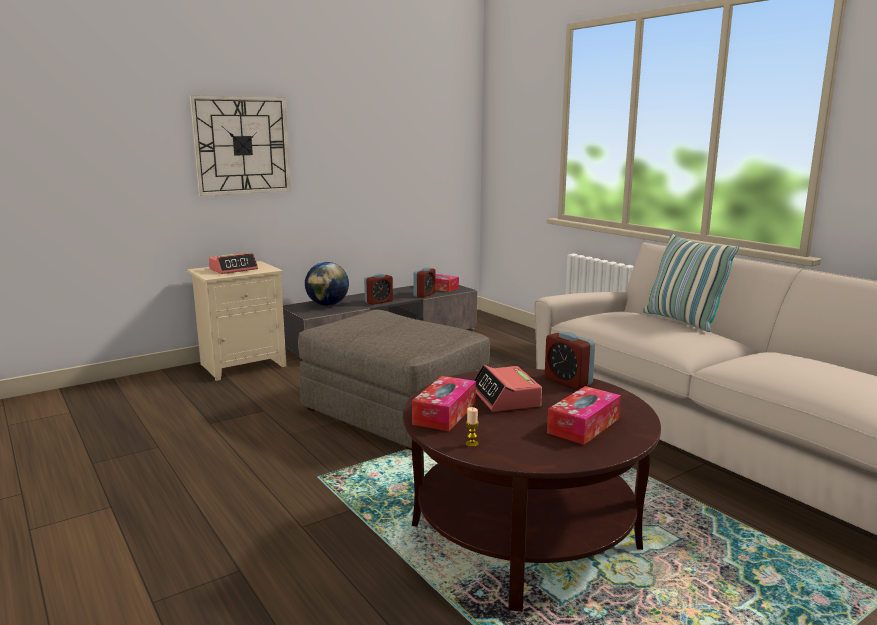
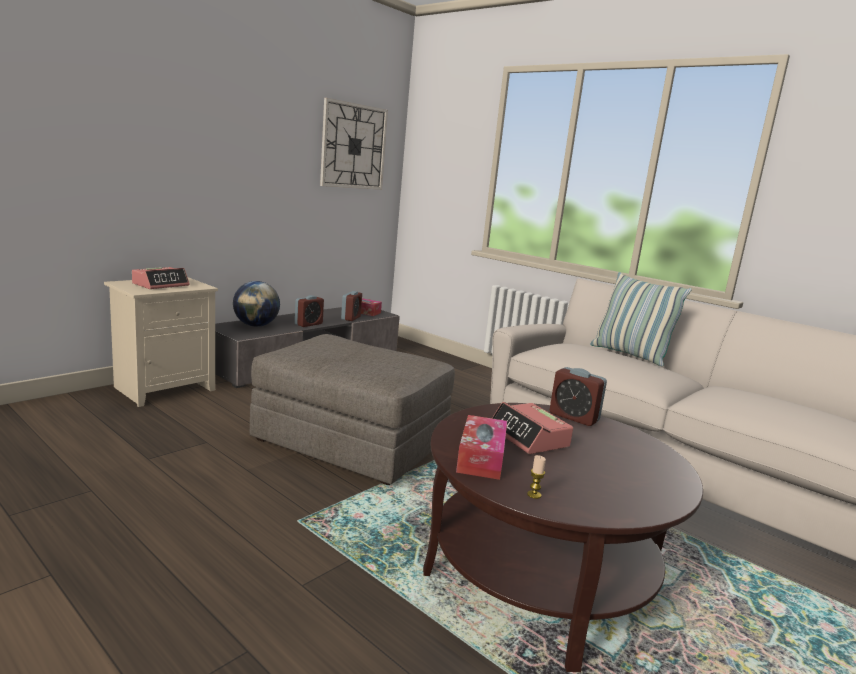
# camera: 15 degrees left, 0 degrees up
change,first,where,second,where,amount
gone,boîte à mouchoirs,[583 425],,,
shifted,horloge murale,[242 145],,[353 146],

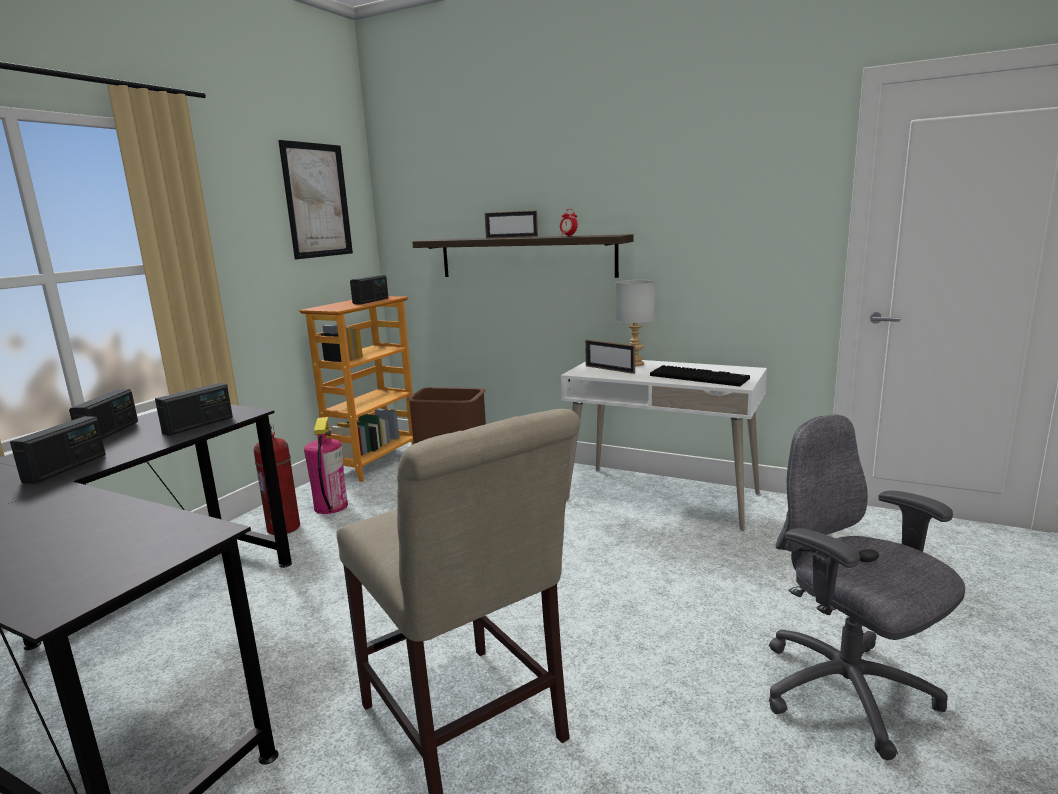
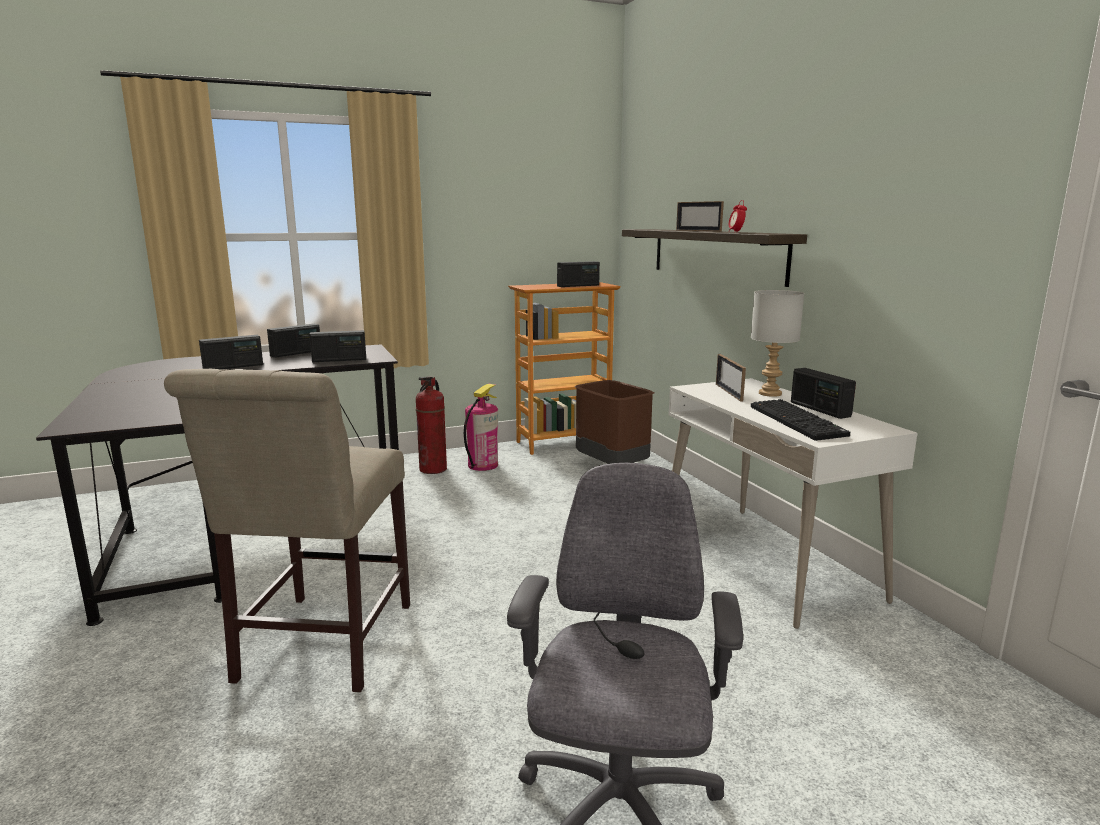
# camera: 40 degrees right, 0 degrees up
change,first,where,second,where,amount
gone,tableau,[317 200],,,
new,,,radio,[819 409],

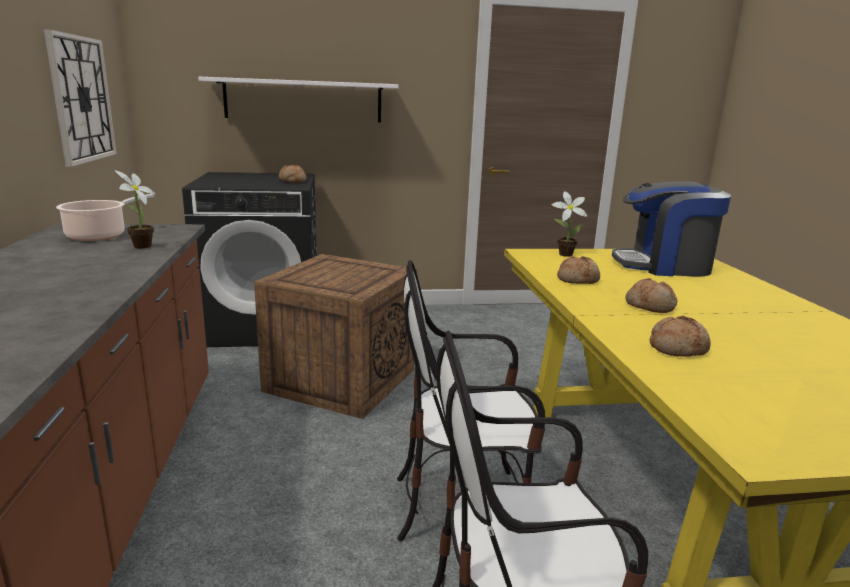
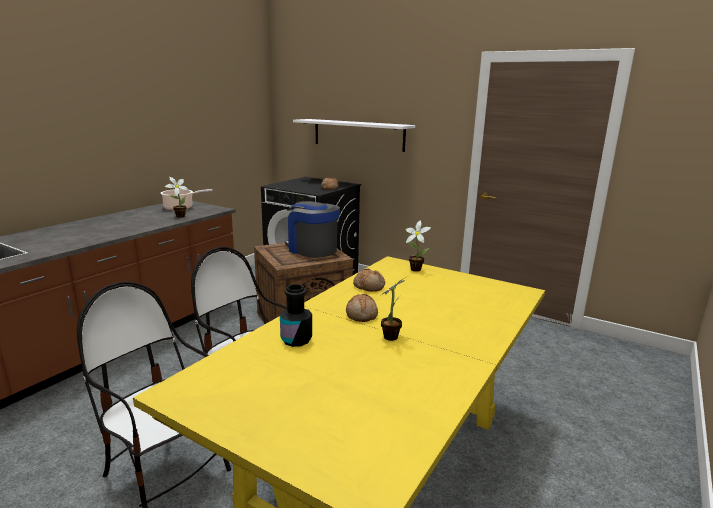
# camera: 40 degrees right, 0 degrees up
change,first,where,second,where,amount
gone,horloge murale,[81 99],,,
new,,,plante en pot,[392 336],
shifted,machine à café,[664 266],,[312 249],
swapped,pain,[677 348],bouteille (noir),[296 340],

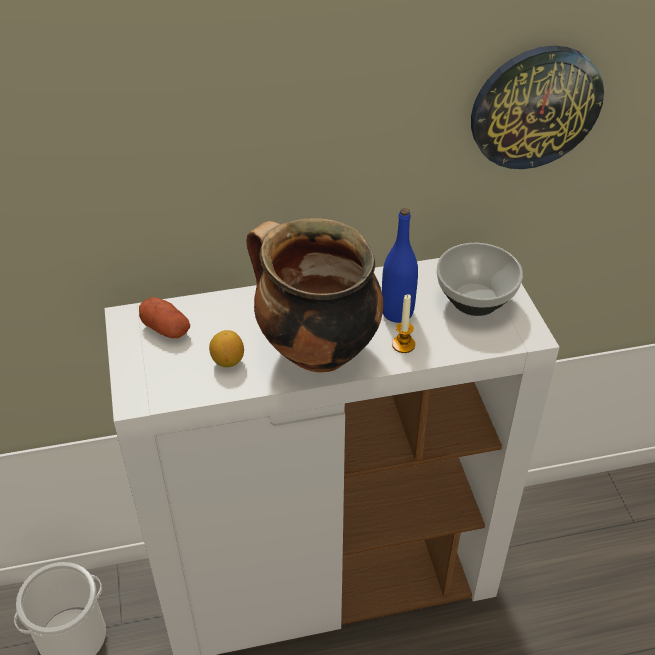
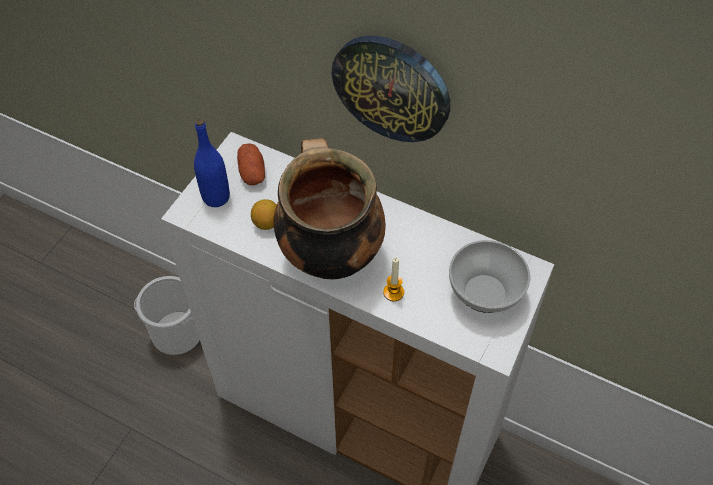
# camera: 40 degrees right, 10 degrees up
change,first,where,second,where,amount
shifted,bouteille (bleu),[397 312],,[216 197],
shifted,horloge murale,[535 107],,[392 88],

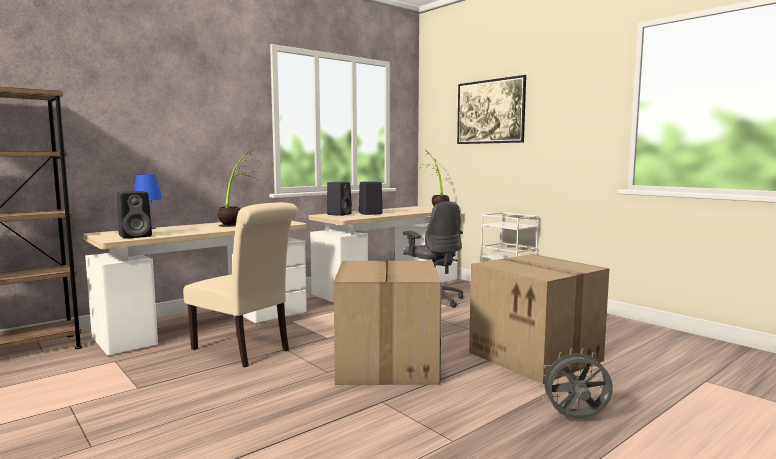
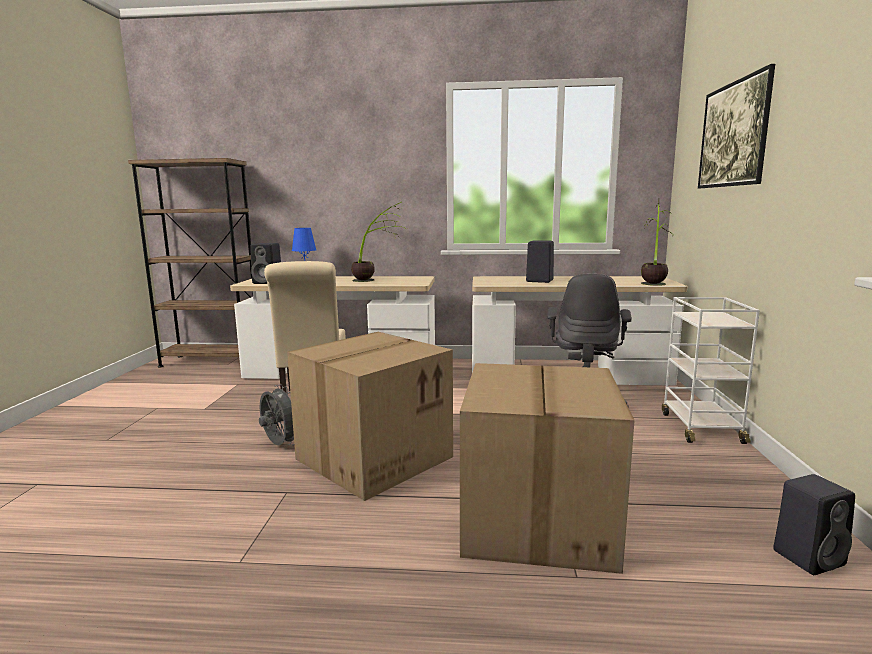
# camera: 45 degrees right, 5 degrees up
change,first,where,second,where,amount
shifted,enceinte (noir),[339 214],,[809 557],
shifted,ventilateur (gris),[576 419],,[279 445],

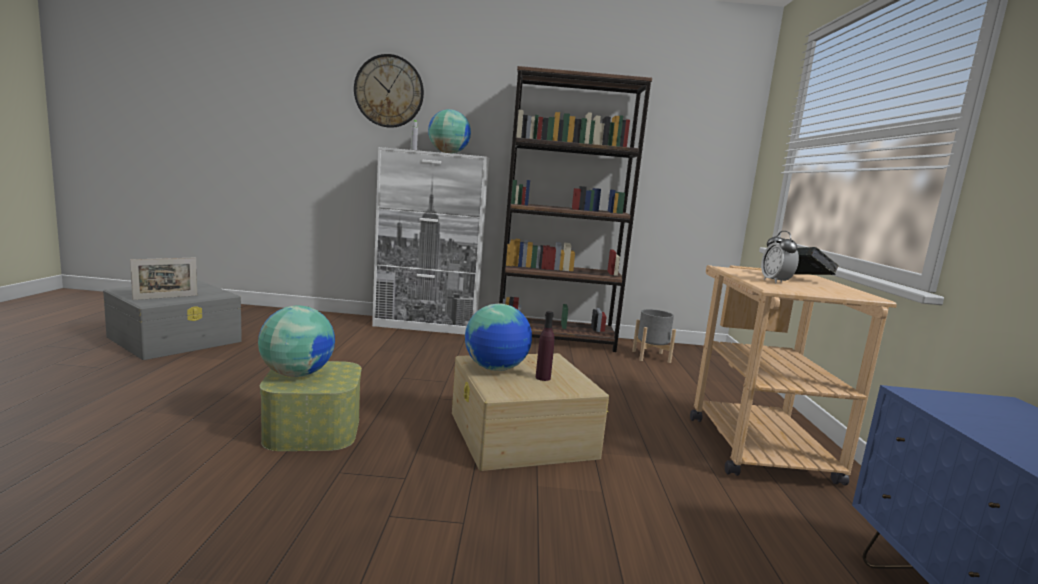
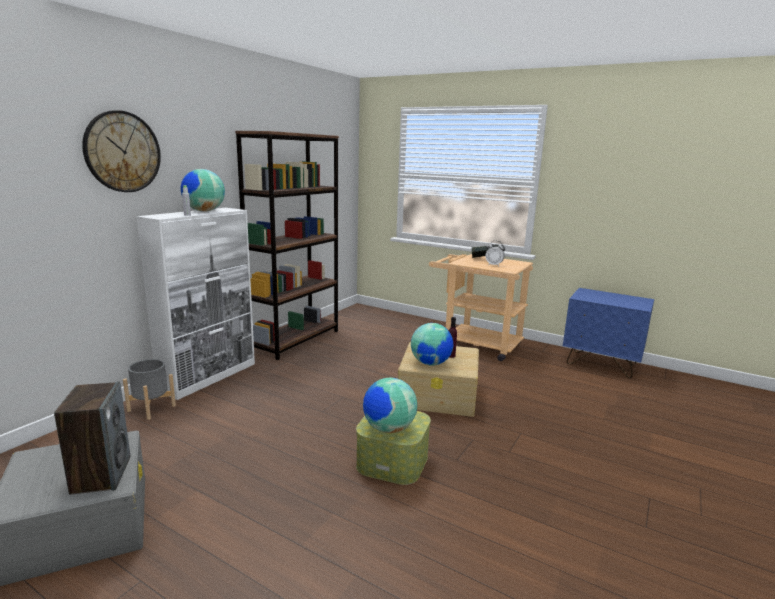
# camera: 60 degrees left, 5 degrees up
change,first,where,second,where,amount
shifted,cache-pot (gris),[651 357],,[151 408],
swapped,cadre photo,[166 297],enceinte,[101 475],

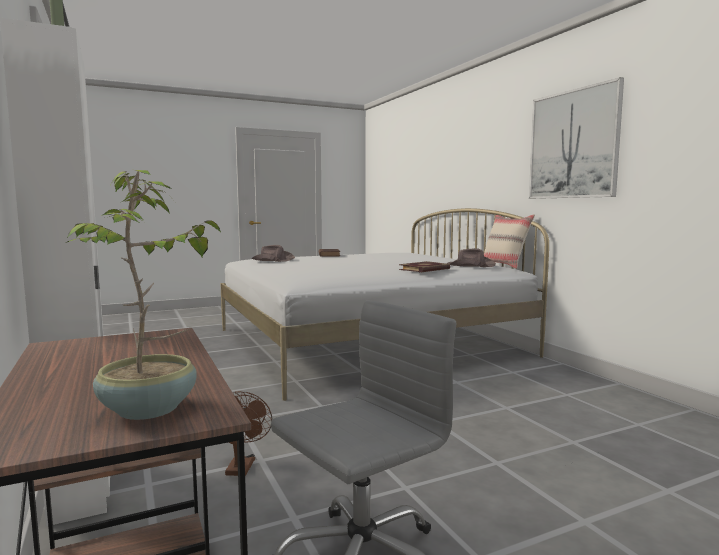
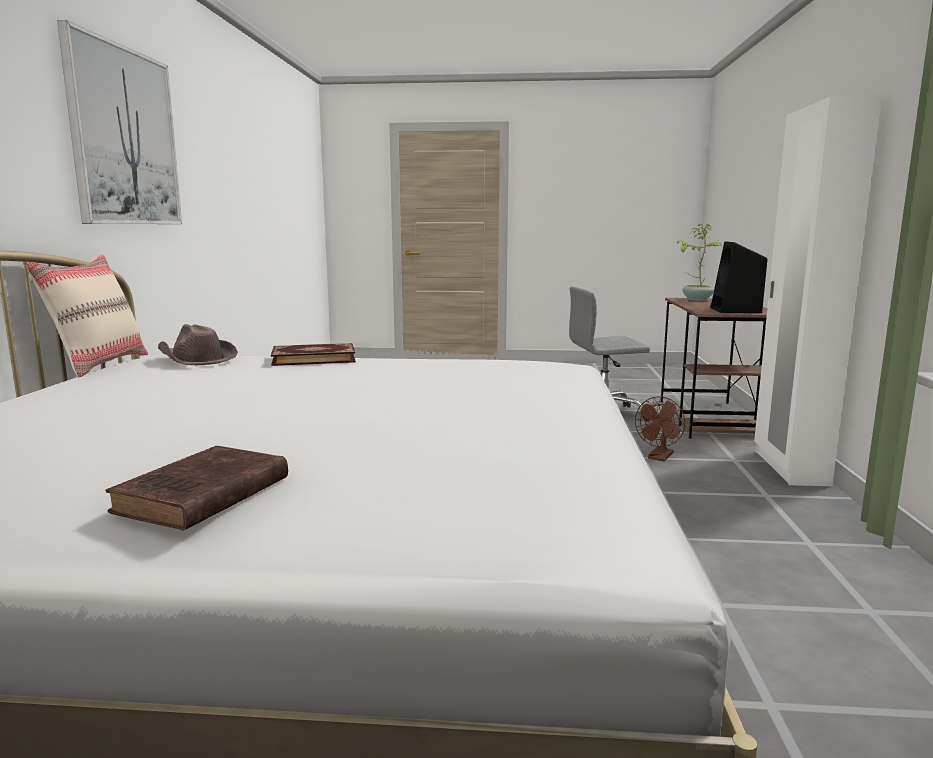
# camera: 150 degrees left, 5 degrees up
change,first,where,second,where,amount
gone,chapeau (marron),[273 260],,,
new,,,enceinte (noir),[736 310],

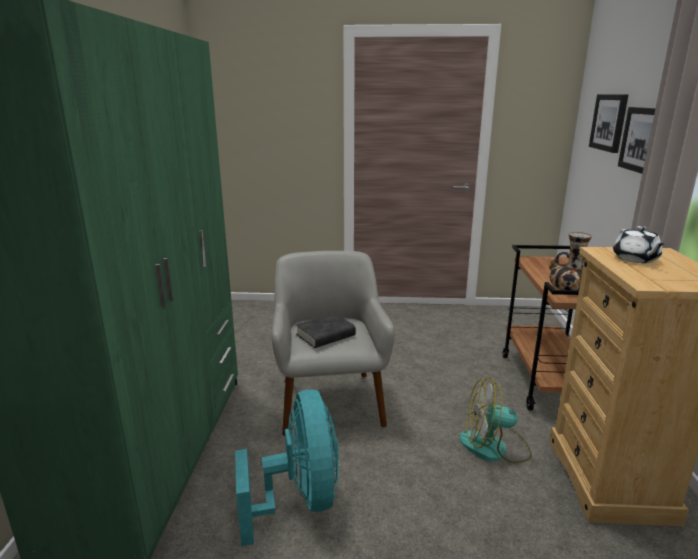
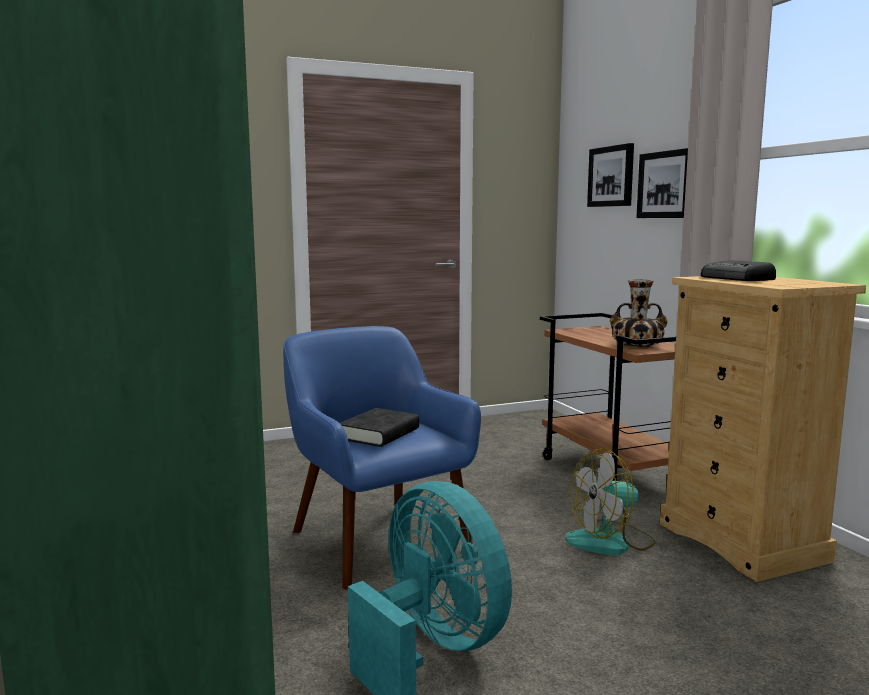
# camera: 25 degrees left, 10 degrees down
change,first,where,second,where,amount
swapped,théière (blanc),[635 259],radio,[737 279],
repainted,fauteuil (gris),[330 401],fauteuil (bleu),[377 540],

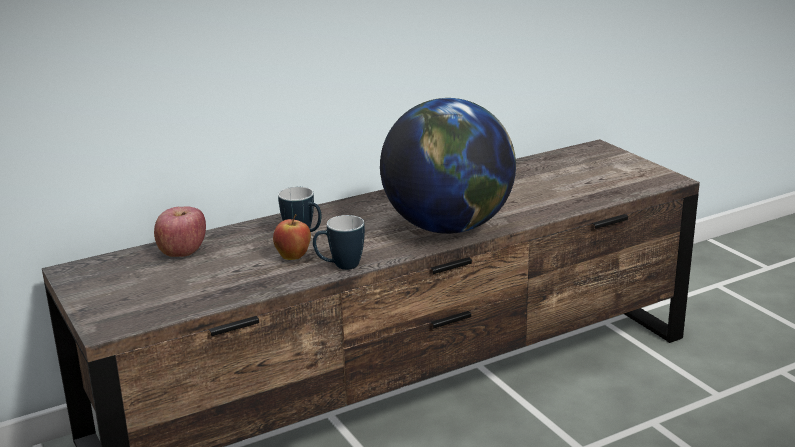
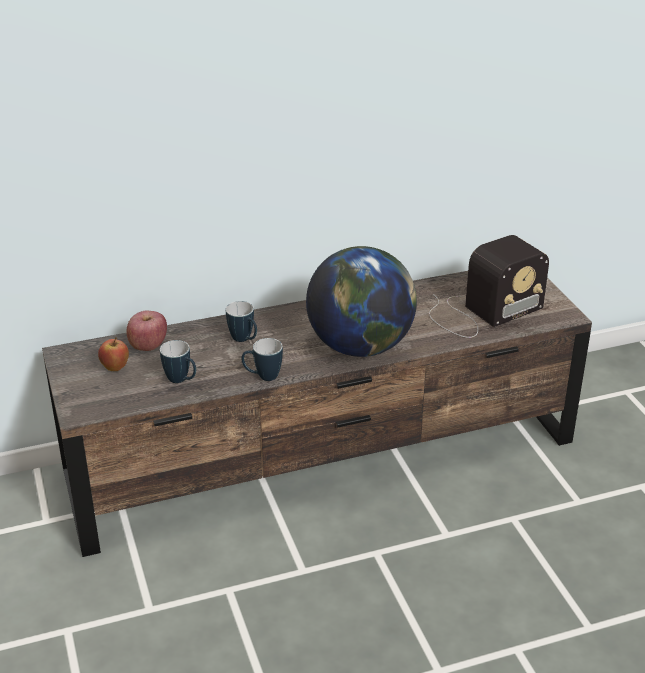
# camera: 10 degrees right, 10 degrees up
change,first,where,second,where,amount
new,,,mug,[181 380],
new,,,radio,[481 312],
shifted,pomme,[293 257],,[115 368],

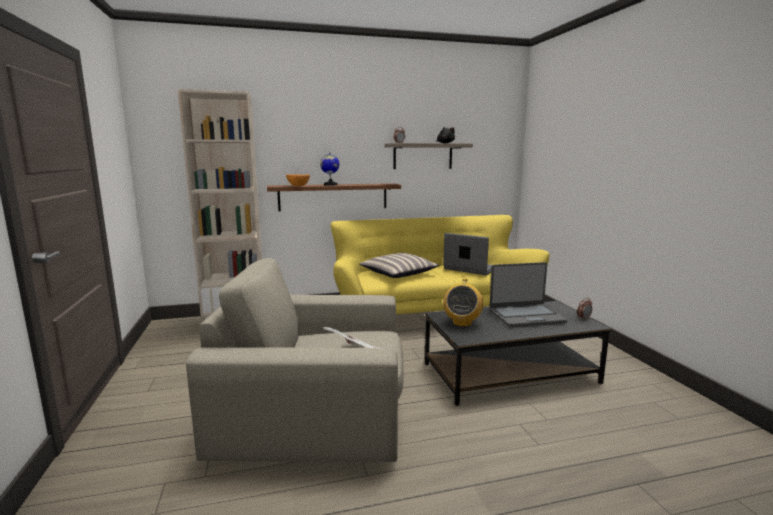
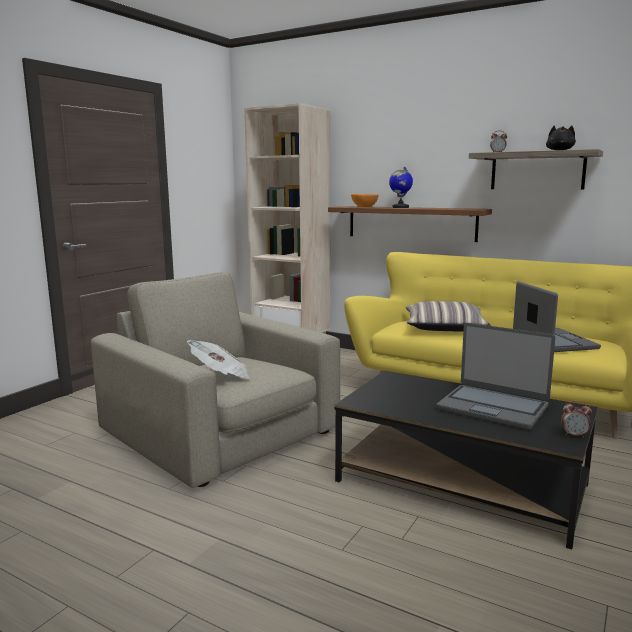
# camera: 45 degrees right, 0 degrees up
change,first,where,second,where,amount
gone,radio,[462 323],,,

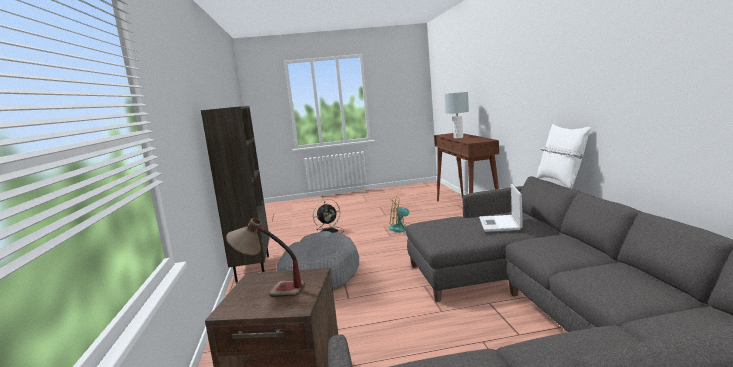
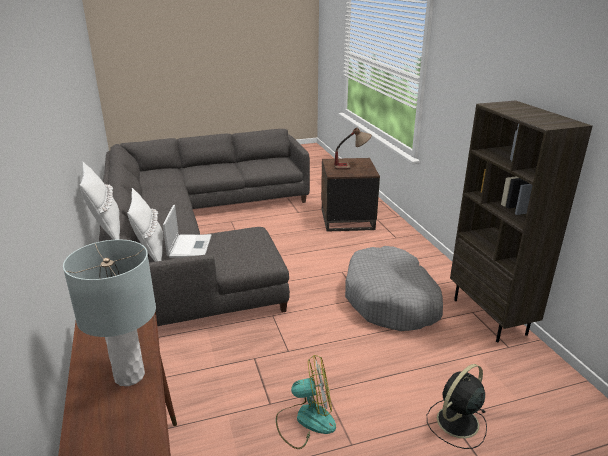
# camera: 170 degrees right, 15 degrees up
change,first,where,second,where,amount
new,,,coussin (blanc),[150 252],

